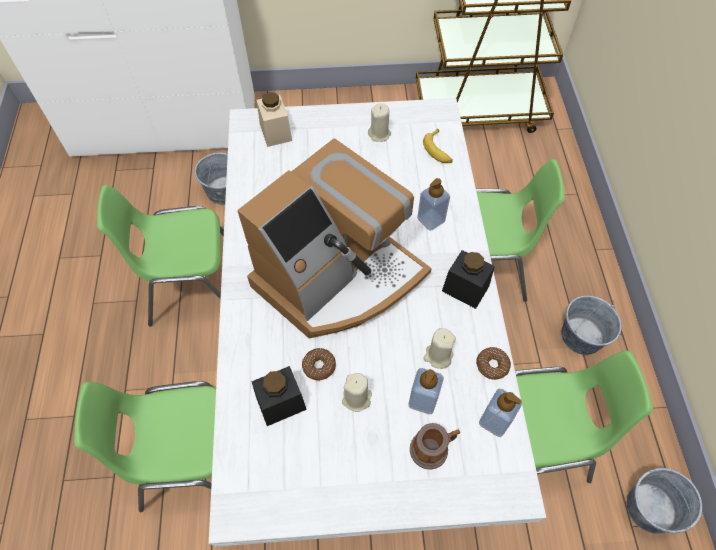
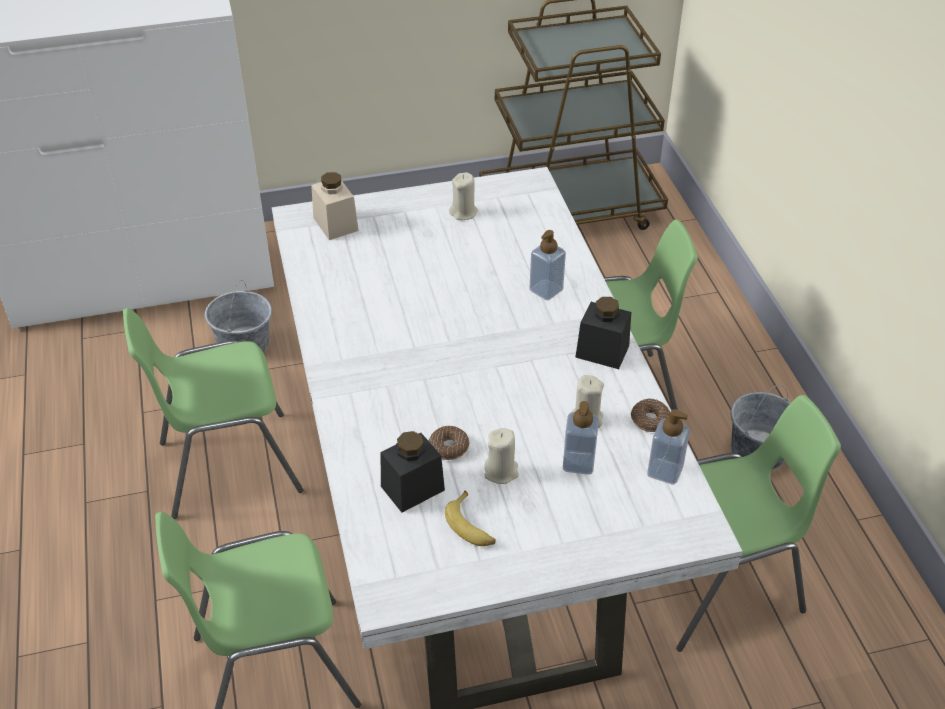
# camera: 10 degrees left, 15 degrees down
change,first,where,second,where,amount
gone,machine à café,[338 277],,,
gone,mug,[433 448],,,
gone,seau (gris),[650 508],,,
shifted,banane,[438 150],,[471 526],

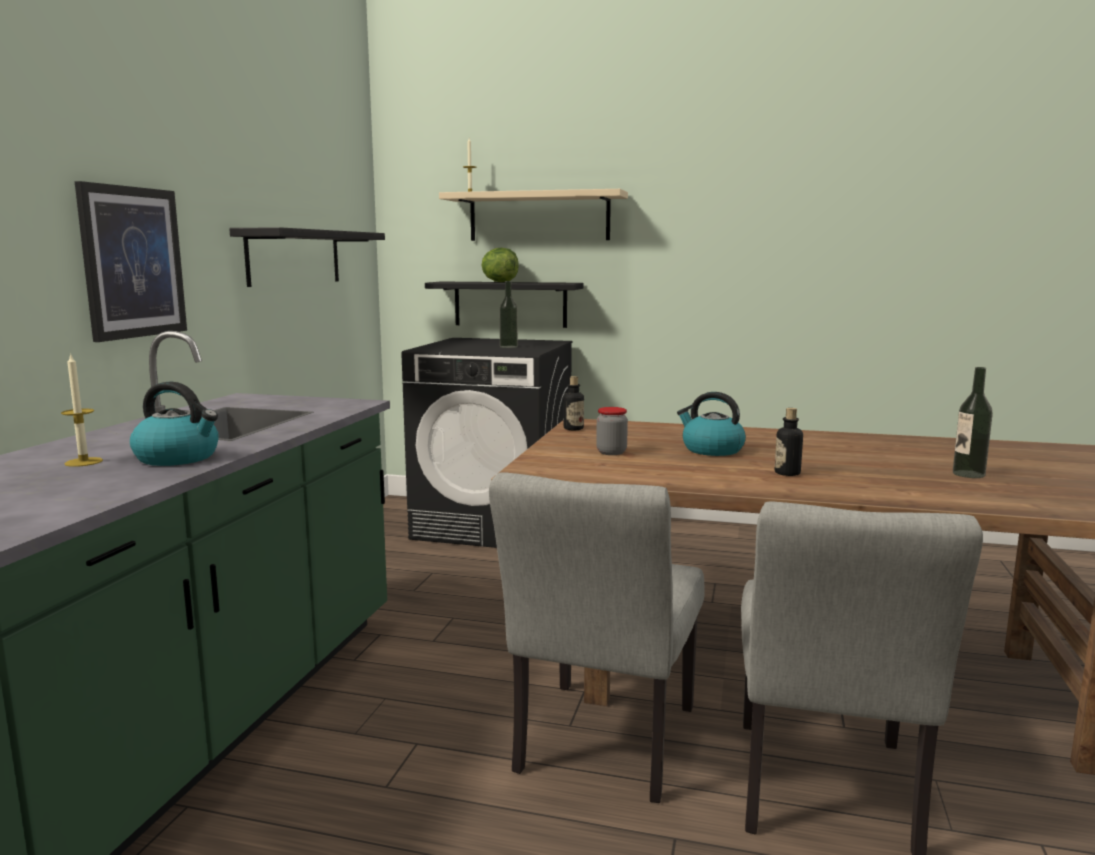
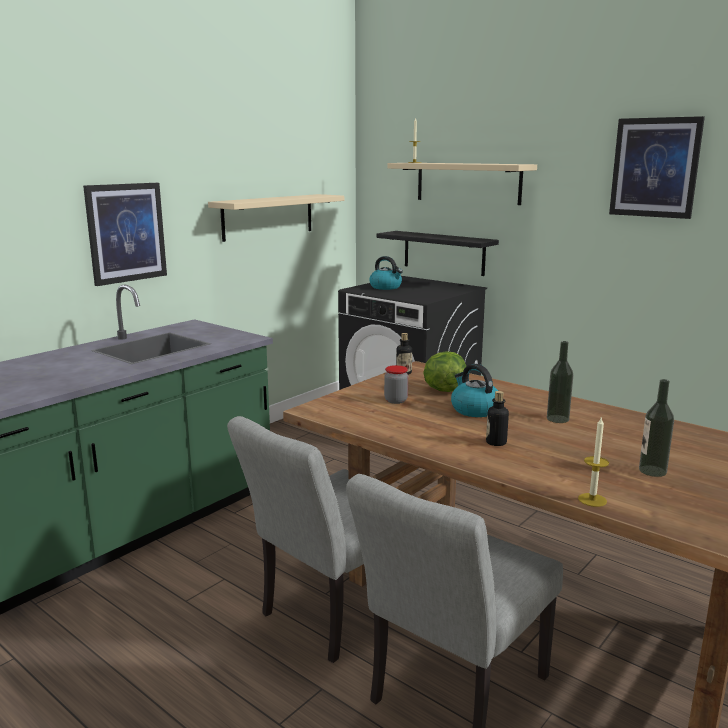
# camera: 25 degrees right, 5 degrees up
change,first,where,second,where,amount
new,,,tableau,[655 167],
shifted,bougie,[83 462],,[592 500],
shifted,bouilloire,[179 458],,[386 287],
shifted,laitue,[499 282],,[444 390],
shifted,bouteille,[508 347],,[557 419],
repainted,étagère (noir),[294 257],étagère (beige),[268 216],

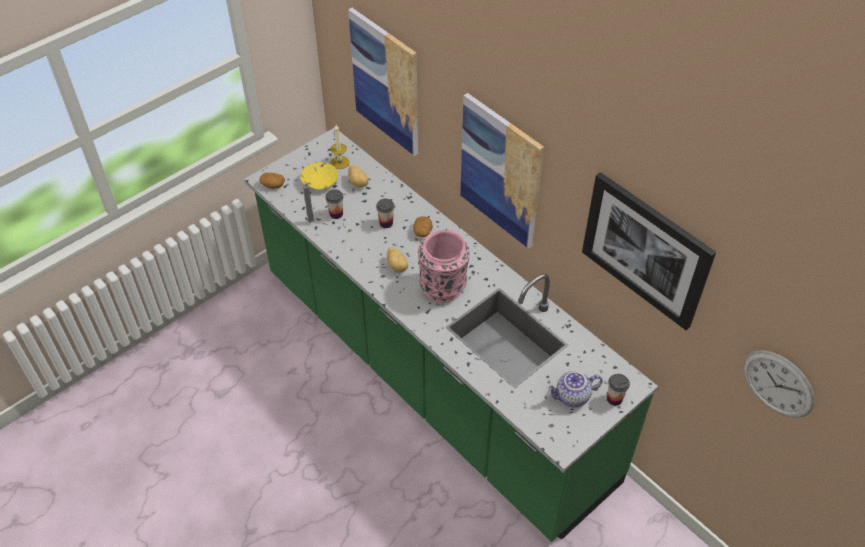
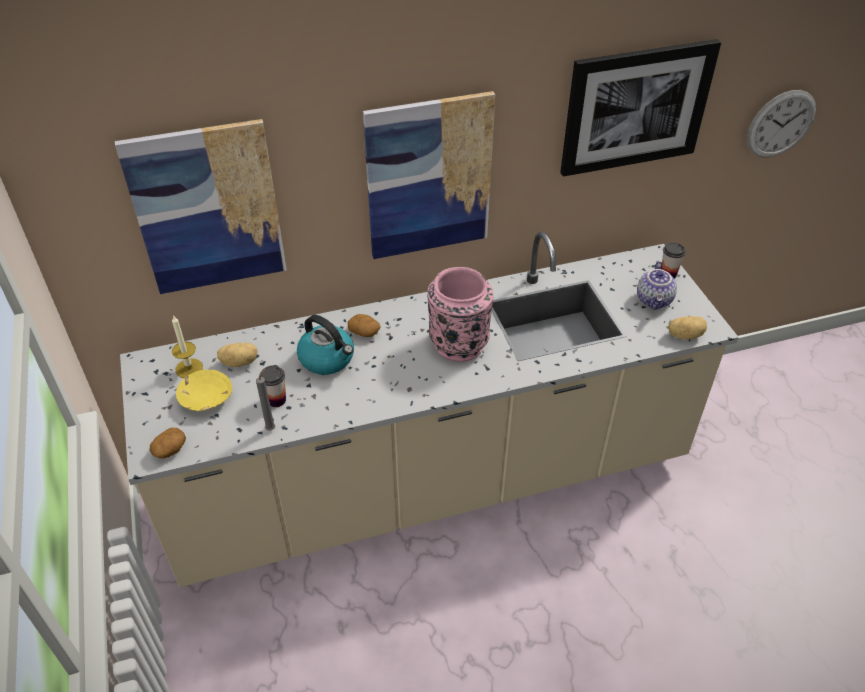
# camera: 65 degrees left, 5 degrees down
change,first,where,second,where,amount
shifted,pomme de terre,[397 266],,[684 335],
swapped,tasse,[386 223],bouilloire,[327 359],
repainted,comptoir de cuisine (vert),[432 376],comptoir de cuisine (beige),[432 483],

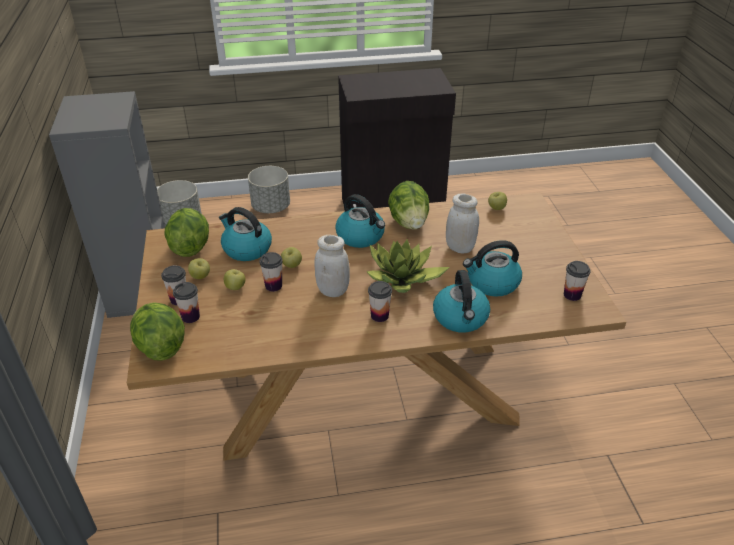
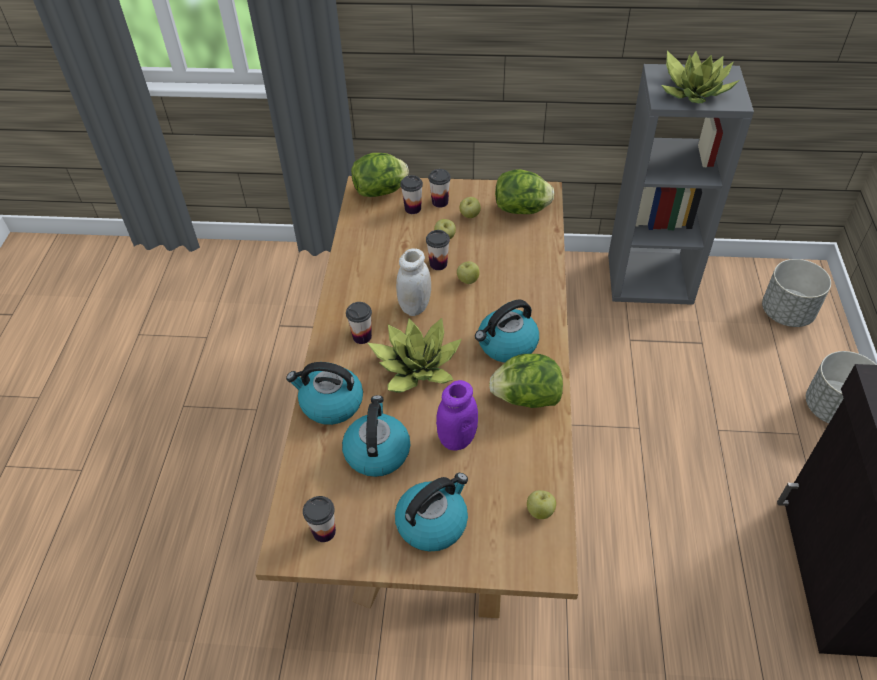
# camera: 105 degrees right, 10 degrees up
change,first,where,second,where,amount
new,,,plante en pot,[694 91],
shifted,bouilloire,[246 249],,[432 522],
repainted,bocal (blanc),[460 248],bocal (violet),[457 438],

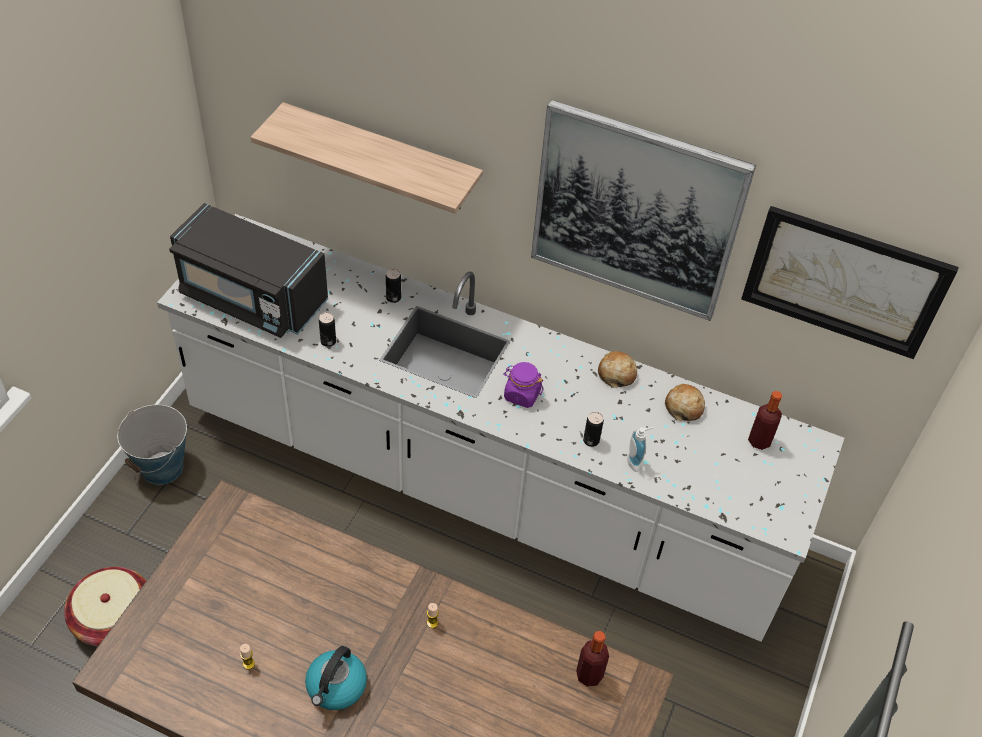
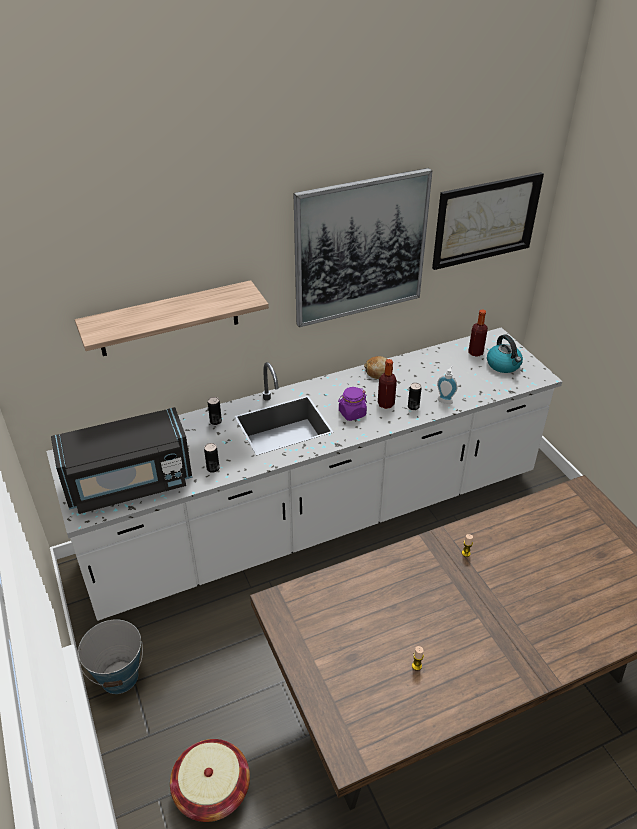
# camera: 45 degrees left, 10 degrees down
change,first,where,second,where,amount
gone,pain,[684 407],,,
shifted,bouilloire,[336 687],,[504 365],
shifted,bouteille,[589 675],,[386 404],

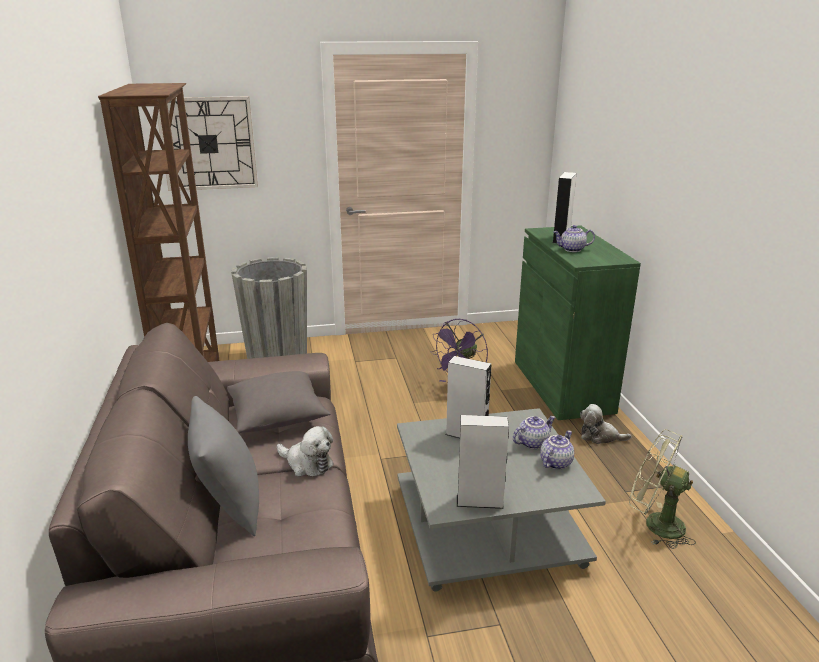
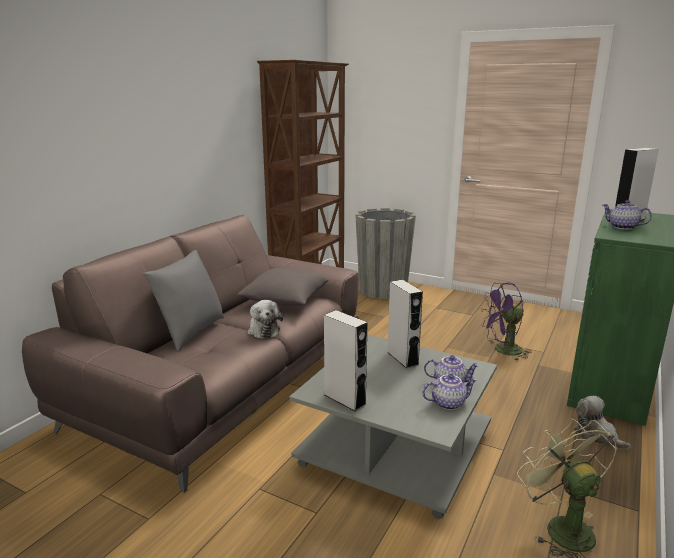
# camera: 40 degrees right, 5 degrees down
change,first,where,second,where,amount
gone,horloge murale,[208 143],,,

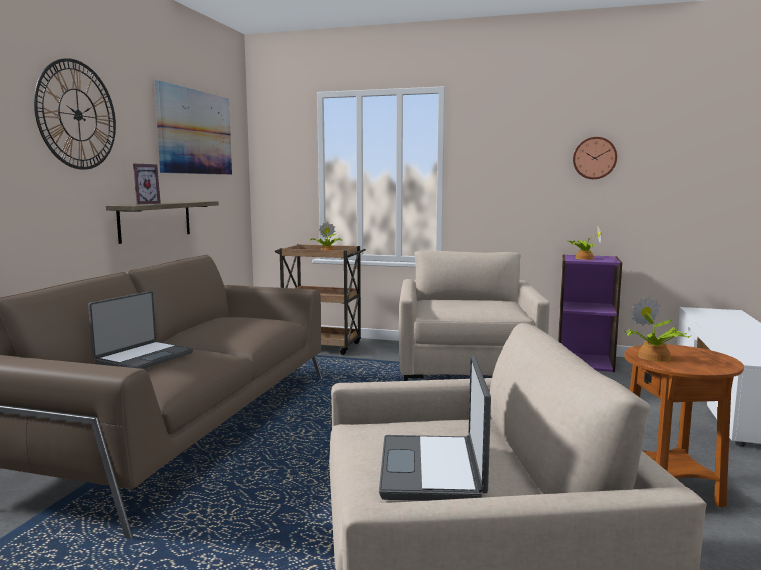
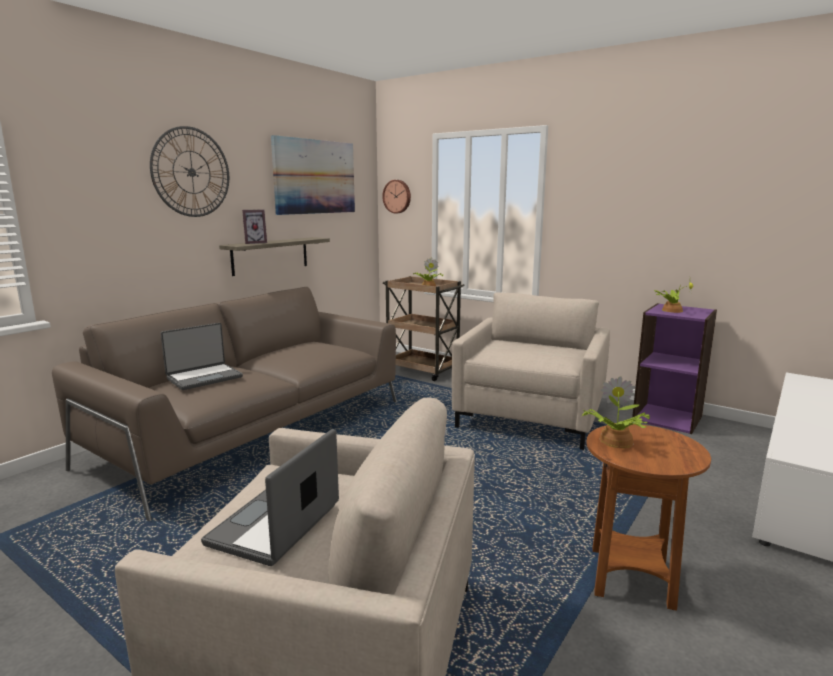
# camera: 20 degrees right, 5 degrees up
change,first,where,second,where,amount
shifted,horloge murale,[594 158],,[397 196],

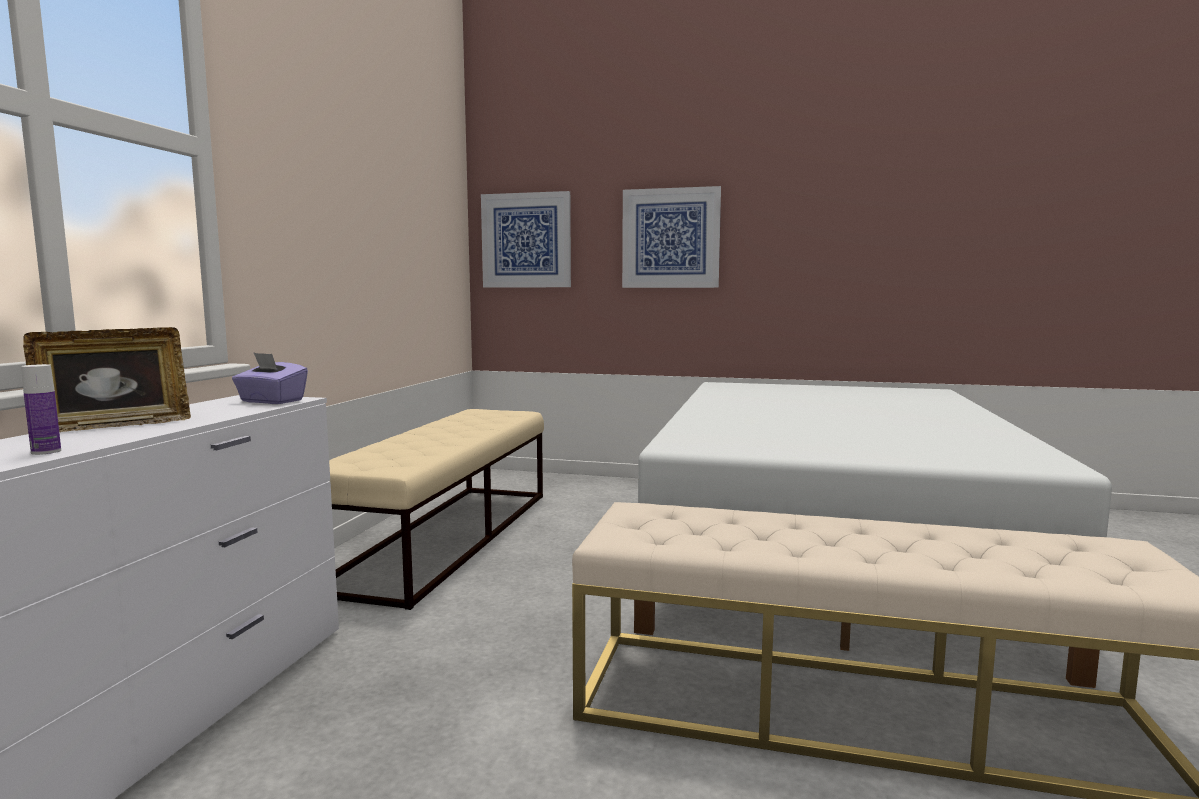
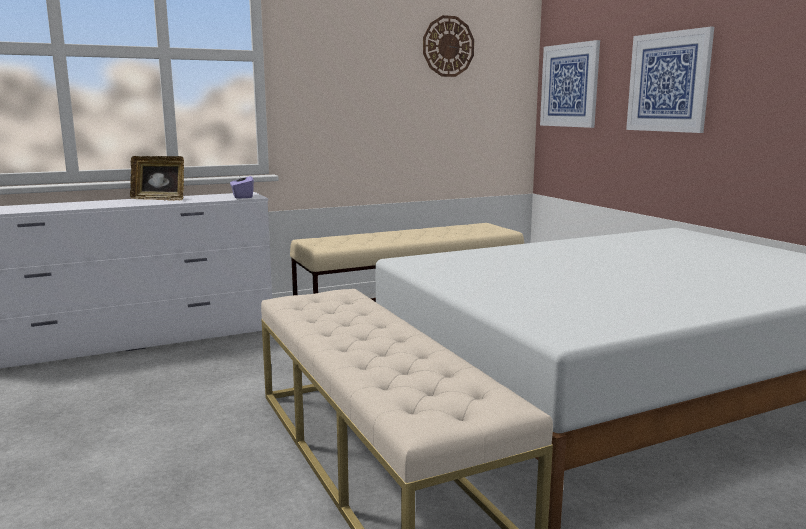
# camera: 50 degrees right, 5 degrees up
change,first,where,second,where,amount
gone,bouteille,[46 452],,,
new,,,horloge murale,[448 46],

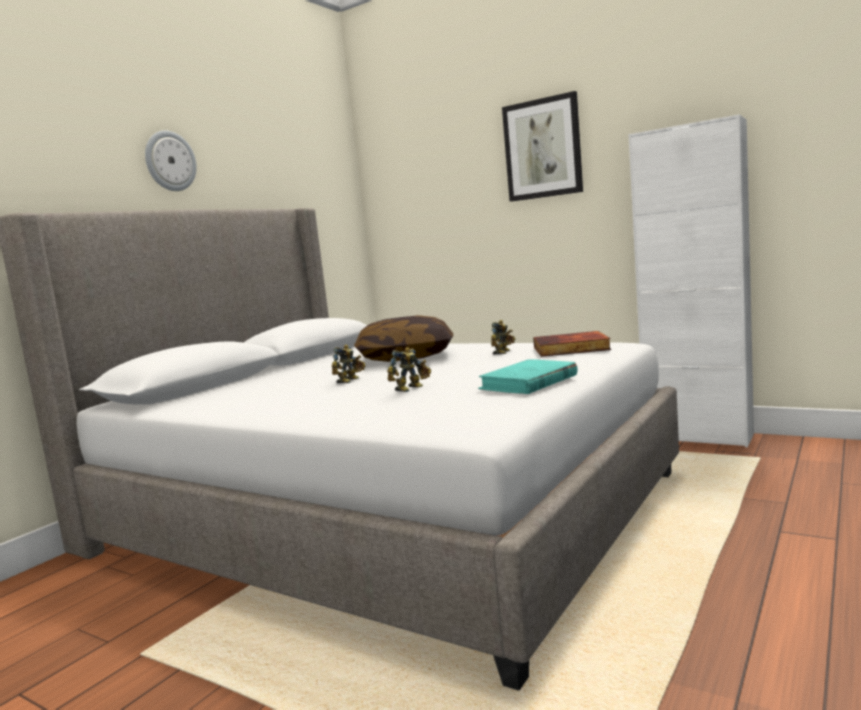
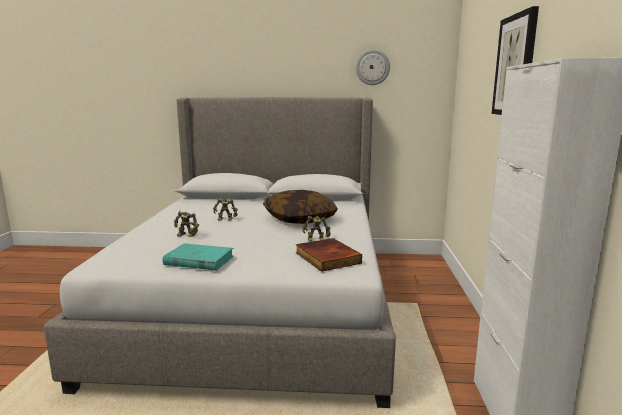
# camera: 60 degrees right, 5 degrees up
change,first,where,second,where,amount
shifted,horloge murale,[170 161],,[372 67],

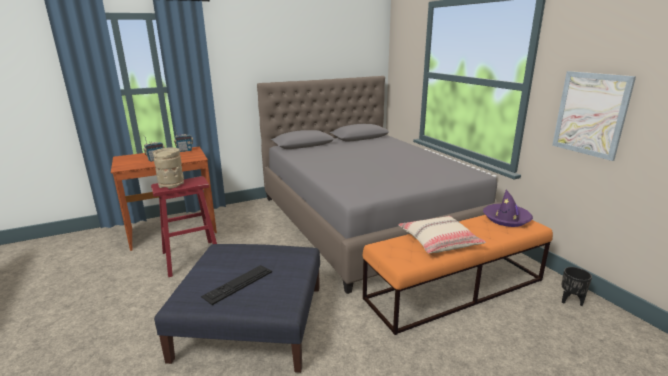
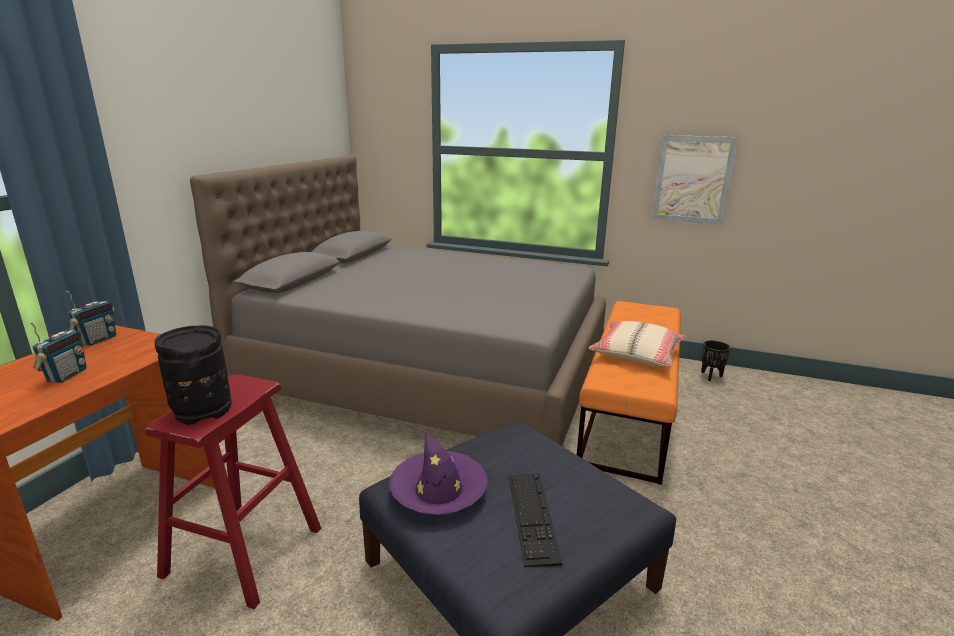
# camera: 45 degrees left, 0 degrees up
change,first,where,second,where,amount
shifted,chapeau (violet),[506 219],,[439 491],
repainted,vase (beige),[172 184],vase (noir),[202 409],

